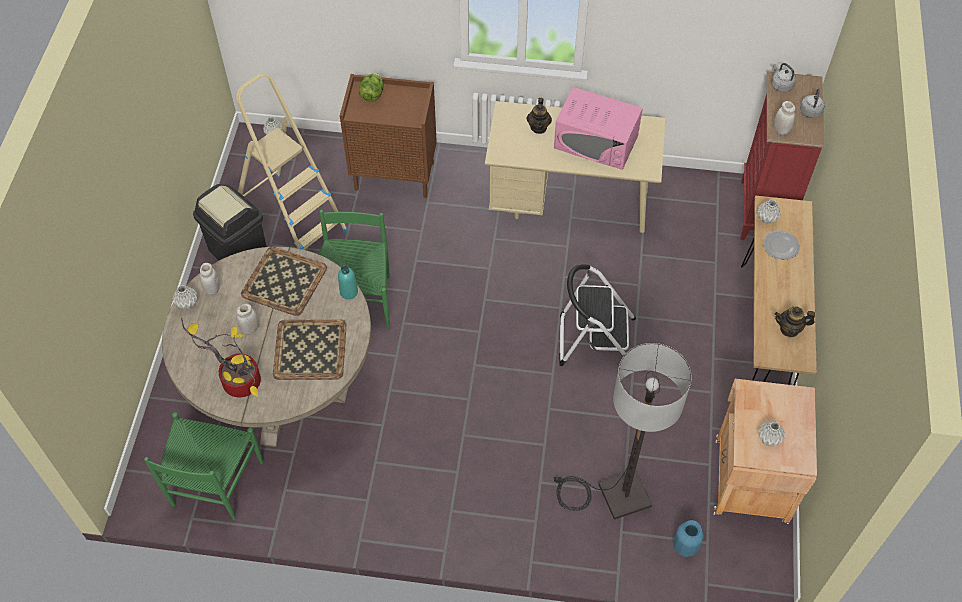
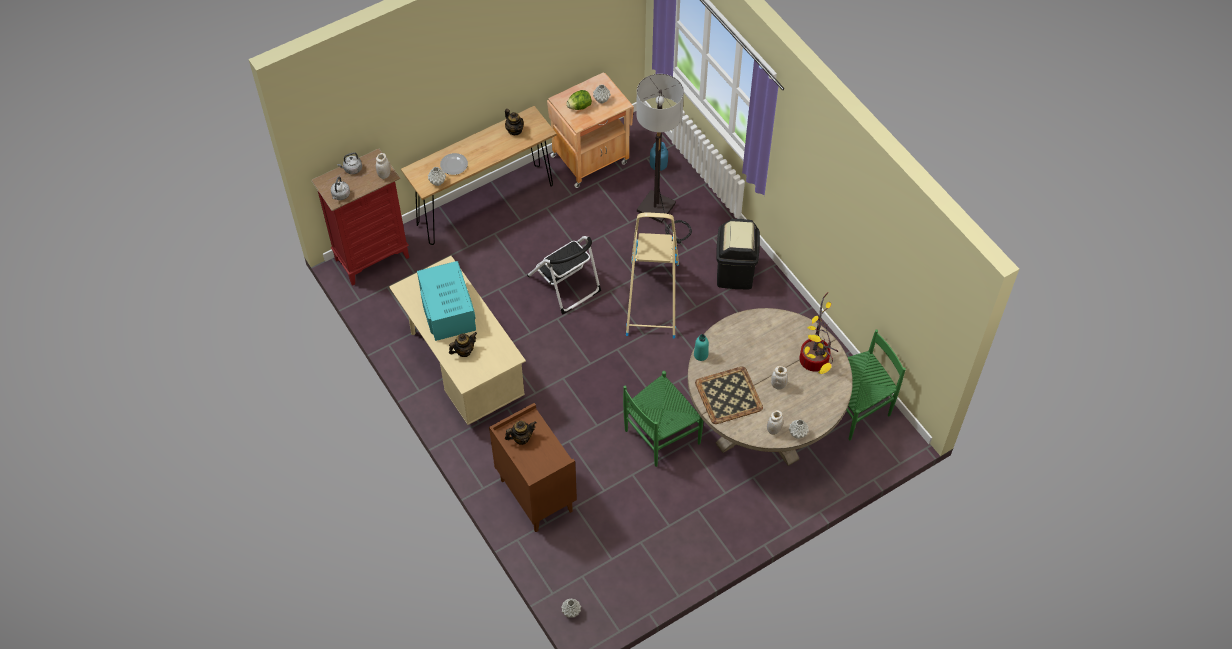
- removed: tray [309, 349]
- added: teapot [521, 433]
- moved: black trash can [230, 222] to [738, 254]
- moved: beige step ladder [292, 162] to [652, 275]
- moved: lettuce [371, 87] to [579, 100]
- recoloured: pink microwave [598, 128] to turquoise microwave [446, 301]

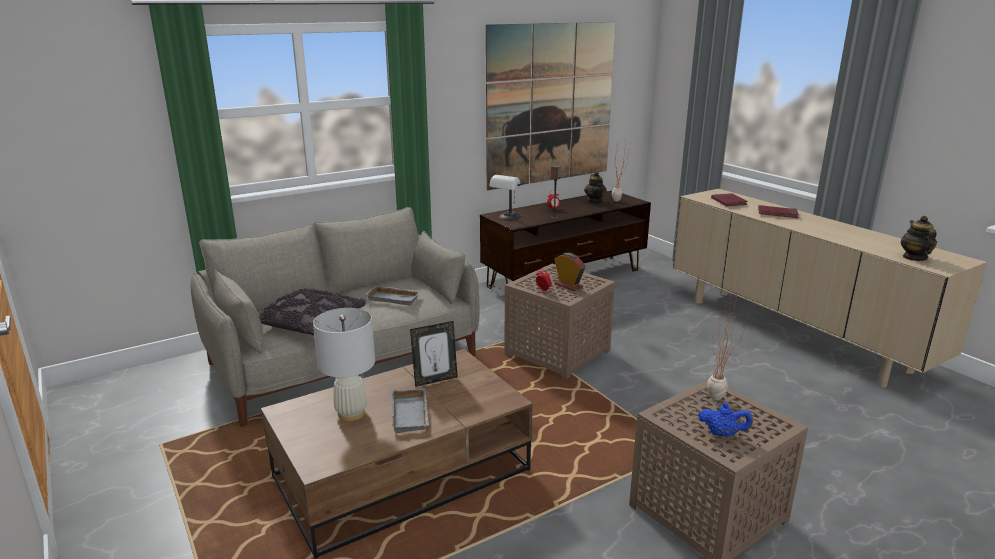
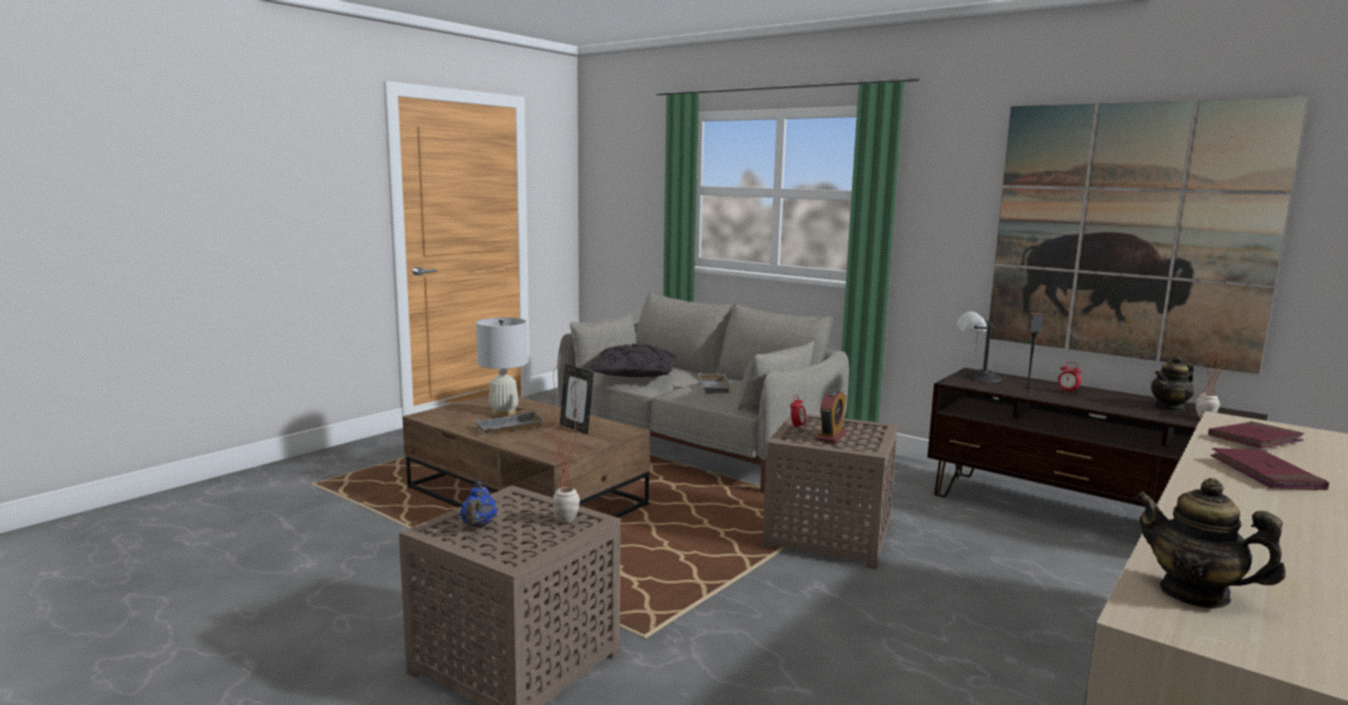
- turned: teapot [919, 238] = [1210, 543] 120 degrees counterclockwise

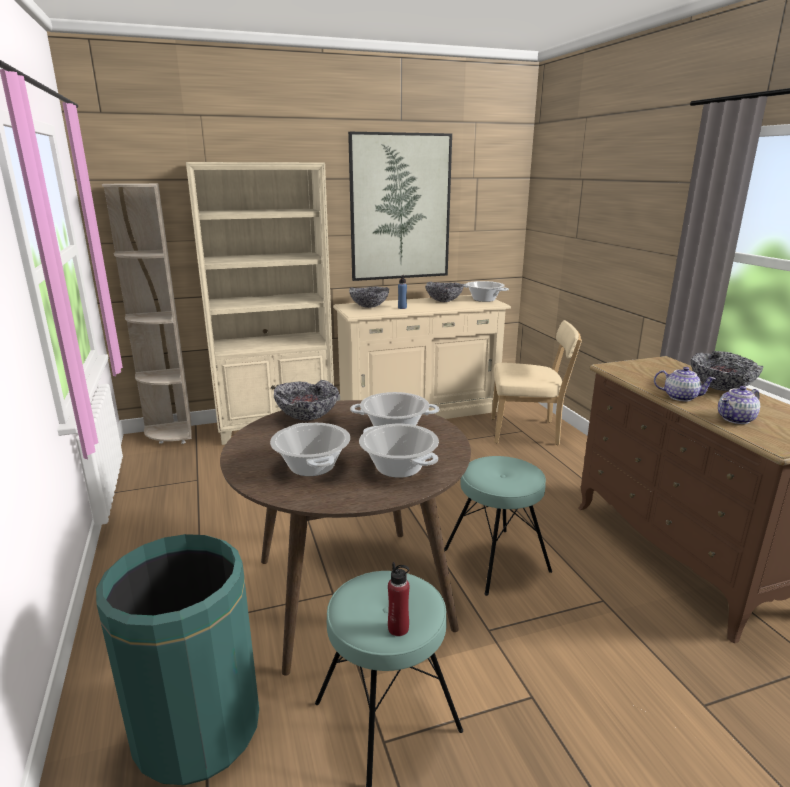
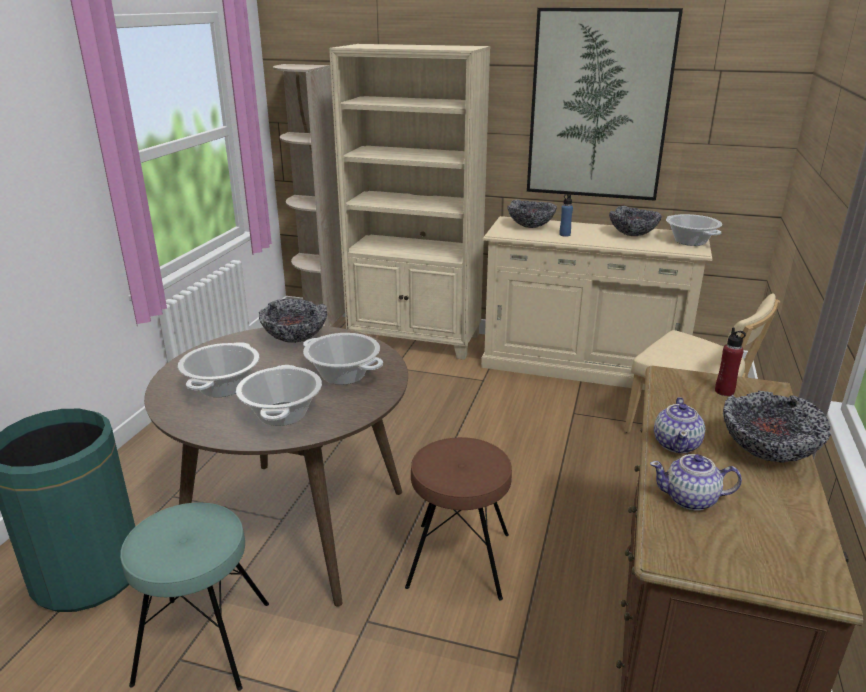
- moved: red bottle [398, 599] to [730, 361]
- recoloured: turquoise stool [498, 526] to brown stool [458, 519]
- turned: teapot [685, 384] = [679, 425] 45 degrees clockwise

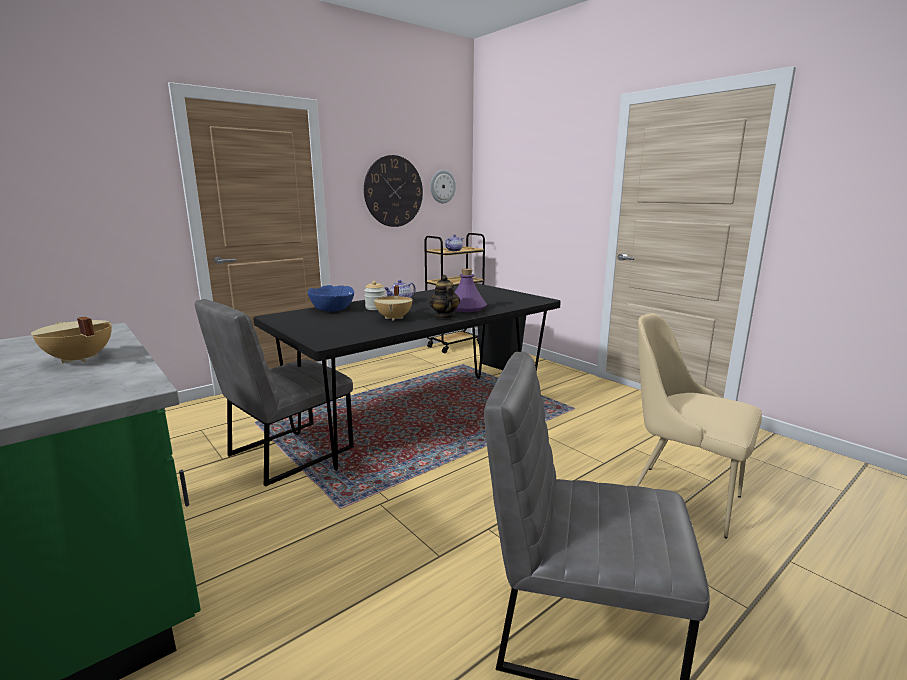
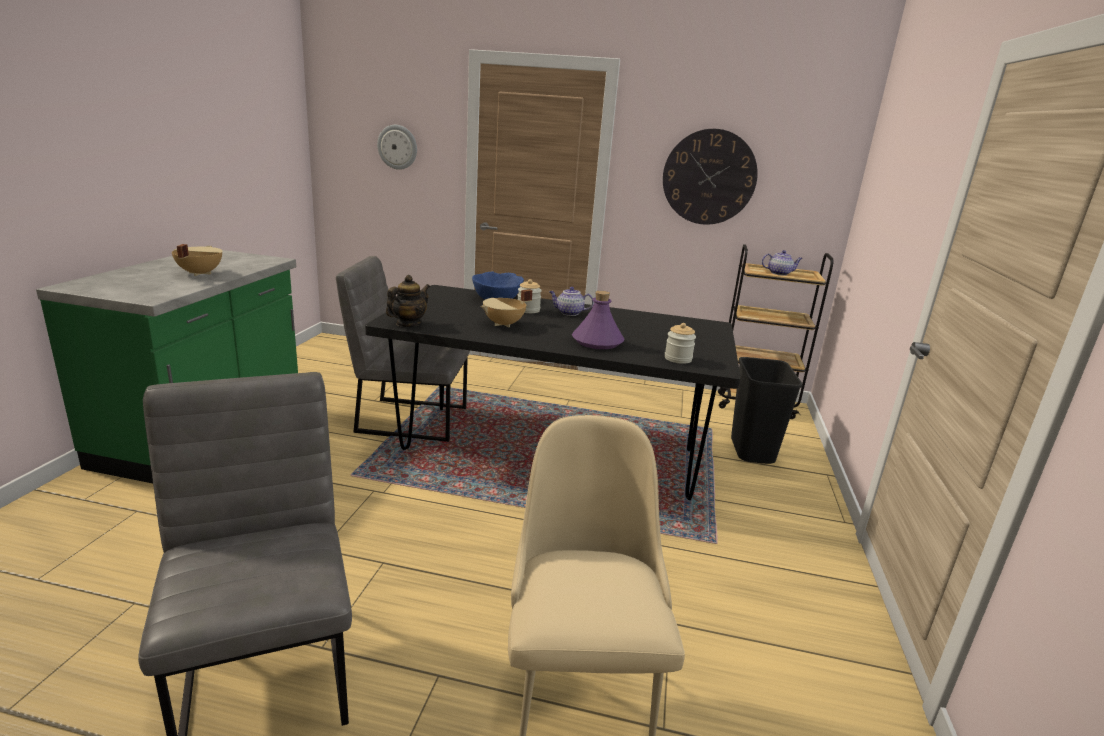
- added: jar [680, 343]
- moved: teapot [444, 297] to [408, 301]
- moved: wall clock [443, 186] to [397, 147]

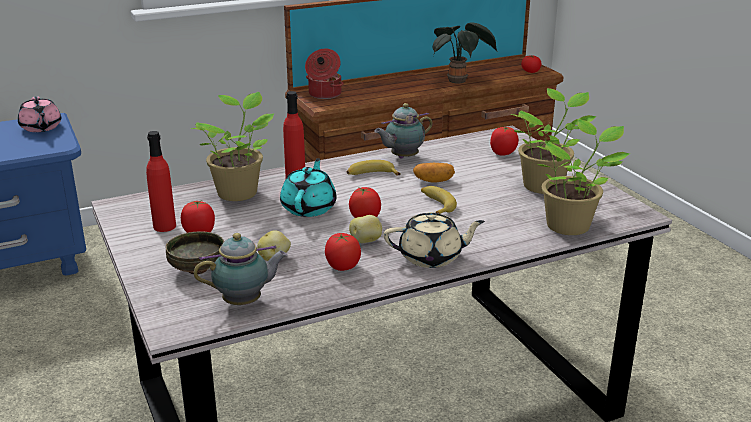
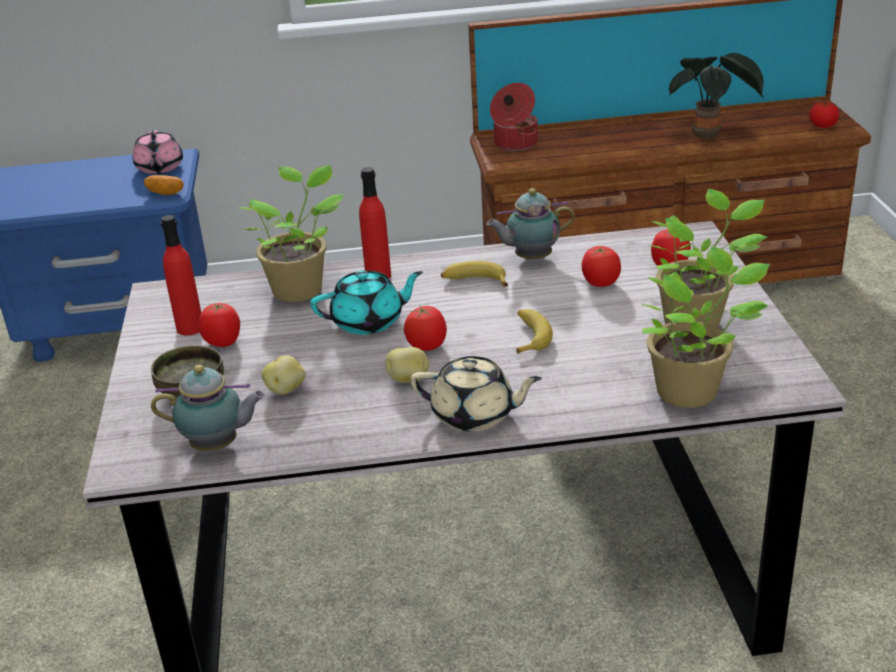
- moved: tomato [343, 252] to [601, 266]
- moved: potato [434, 173] to [164, 185]
- turned: turquoise teapot [308, 187] = [367, 303] 45 degrees clockwise

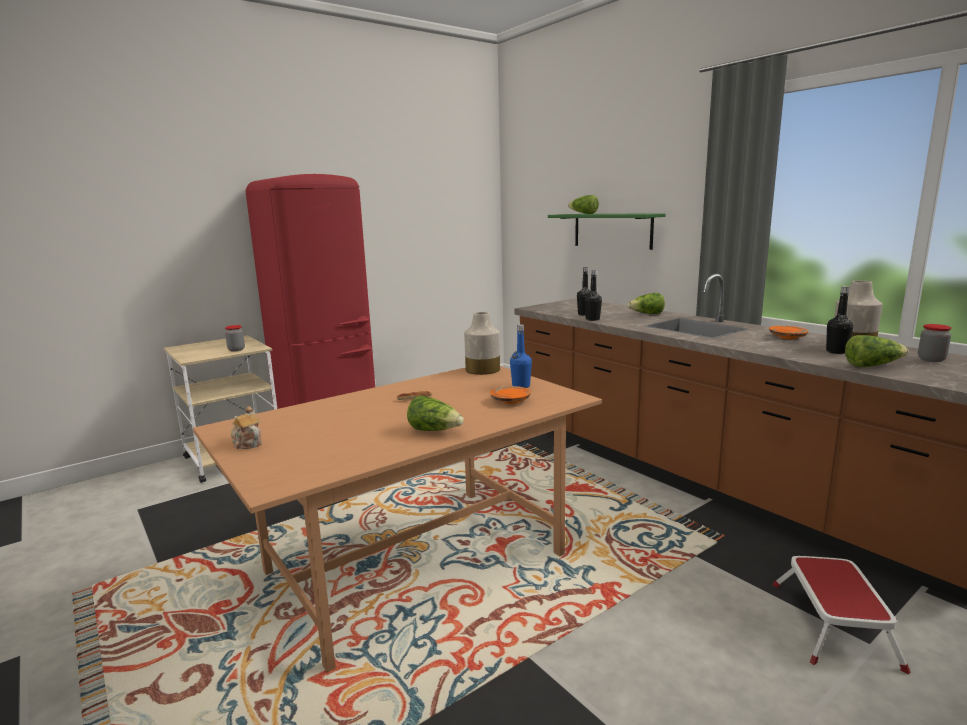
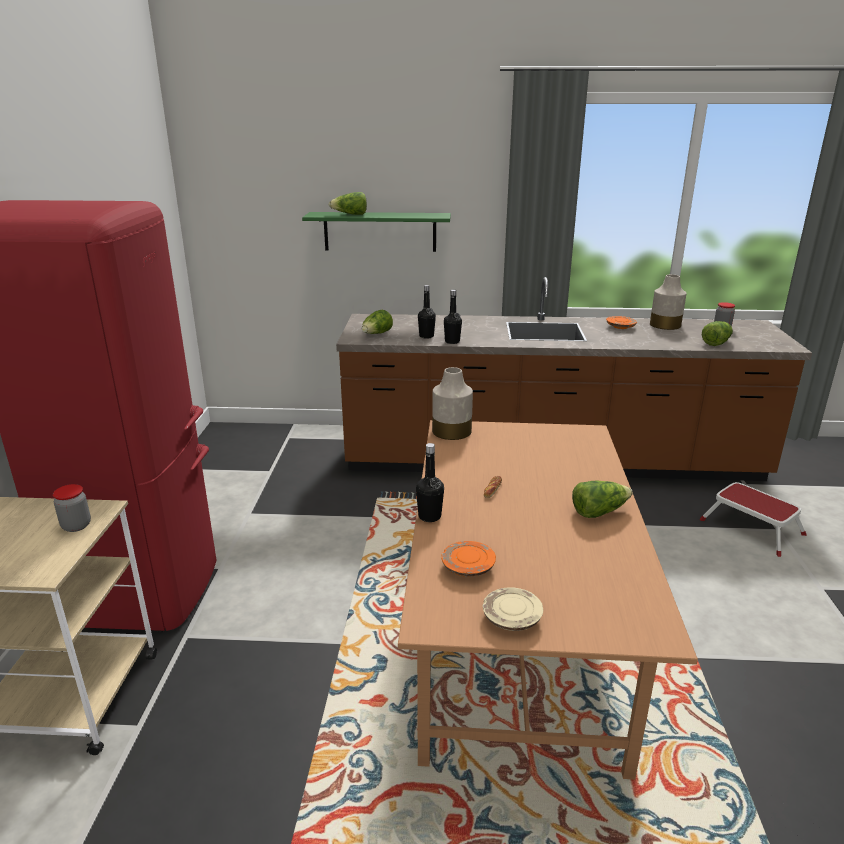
- removed: blue bottle [521, 356]
- moved: orange plate [510, 395] to [468, 559]
- moved: lettuce [646, 303] to [377, 322]
- moved: black bottle [840, 320] to [430, 482]
- replaced: teapot [246, 427] to beige plate [513, 609]

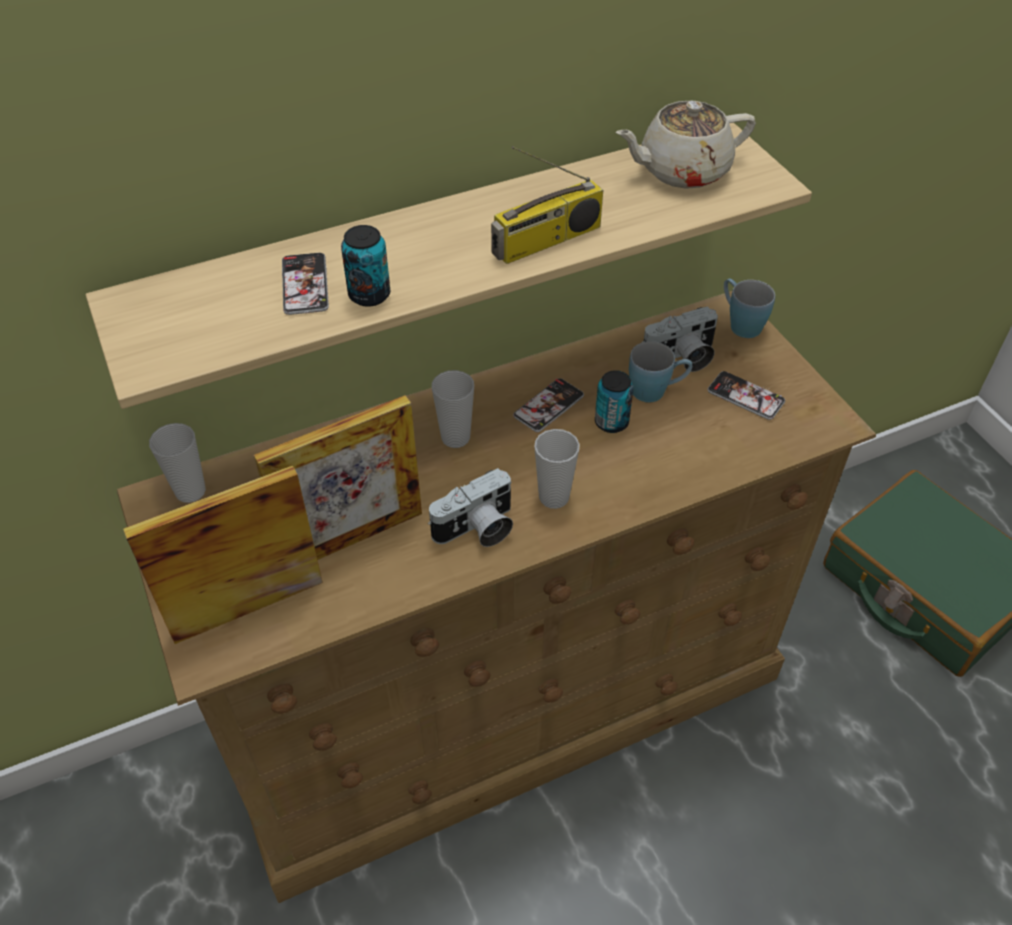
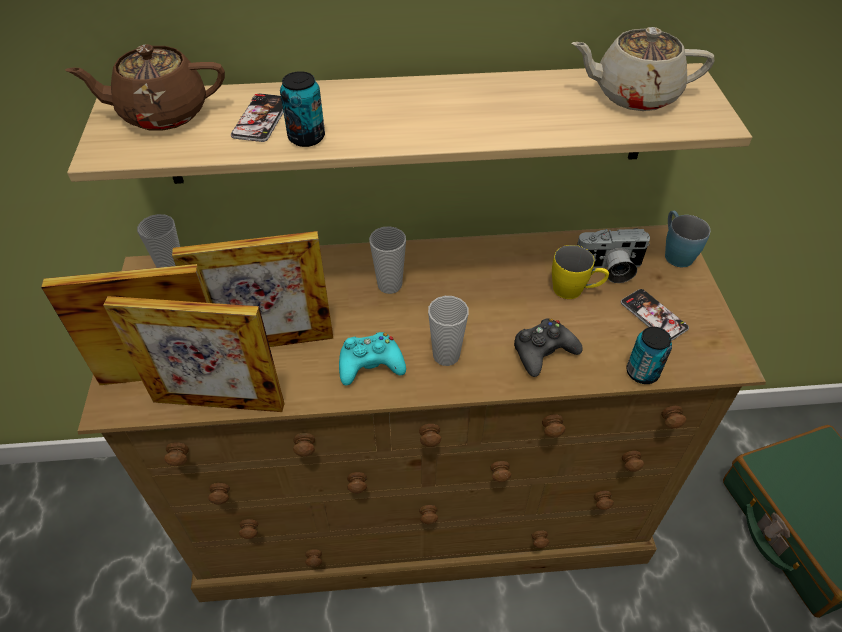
- removed: radio [547, 205]
- removed: phone [548, 405]
- added: brown teapot [145, 88]
- added: picture frame [194, 354]
- added: black game controller [548, 347]
- moved: can [614, 401] to [649, 355]
- replaced: photo camera [470, 507] to turquoise game controller [372, 359]
- recoloured: blue mug [660, 371] to yellow mug [580, 272]

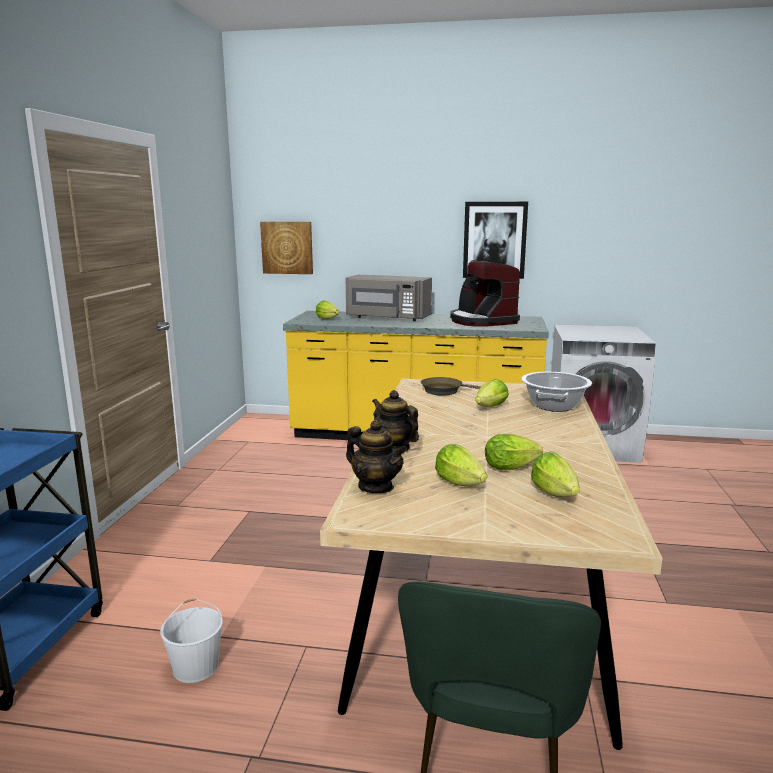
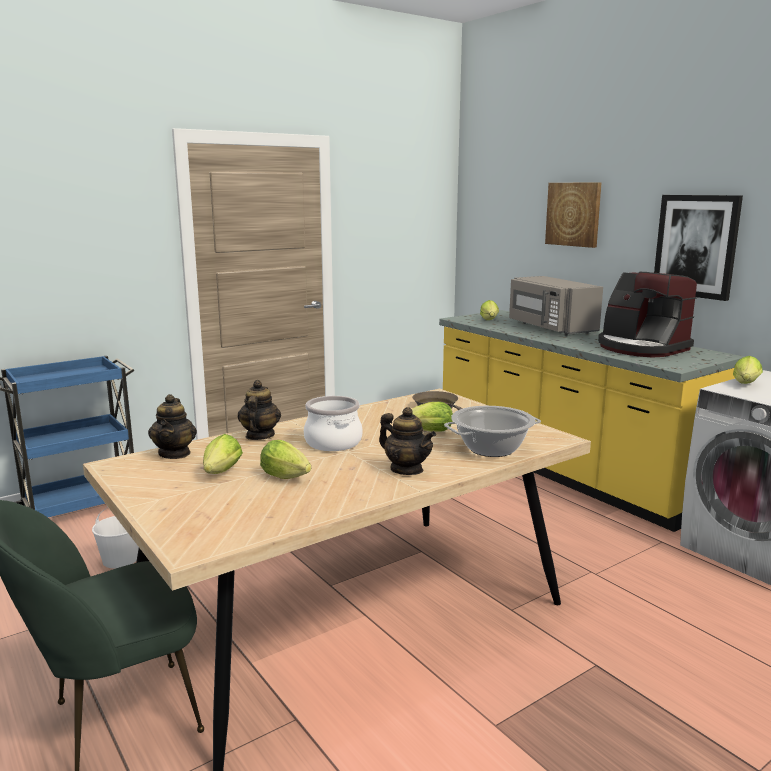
- added: cooking pot [333, 423]
- added: teapot [407, 441]
- moved: picture [286, 248] to [573, 215]
- moved: lettuce [555, 474] to [748, 370]
- turned: coffee machine [485, 293] = [647, 315] 60 degrees counterclockwise

